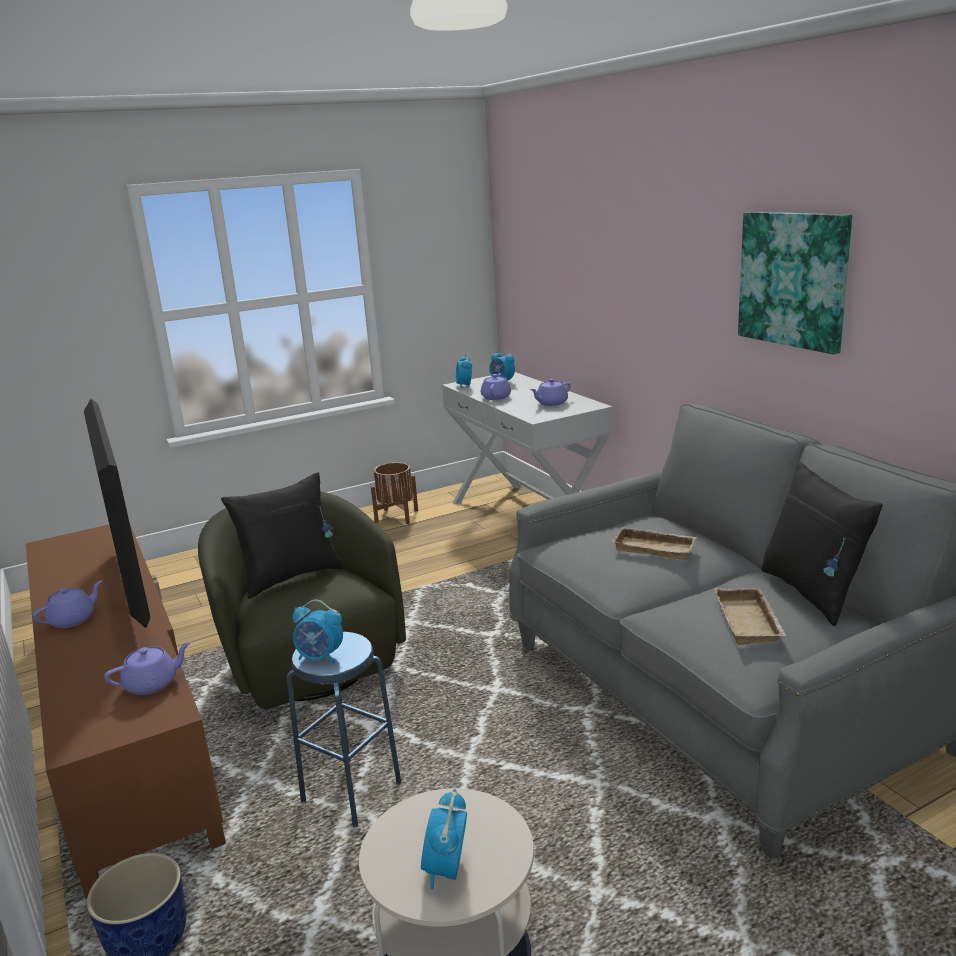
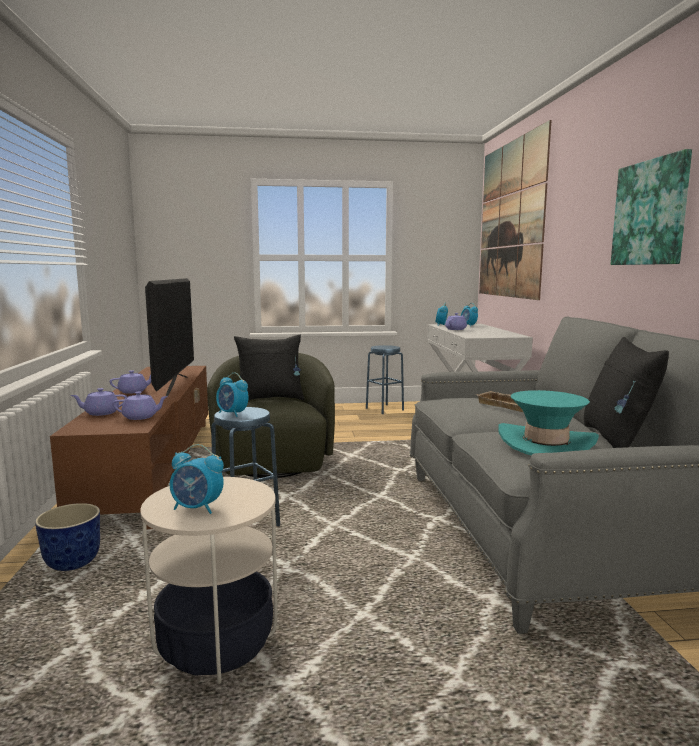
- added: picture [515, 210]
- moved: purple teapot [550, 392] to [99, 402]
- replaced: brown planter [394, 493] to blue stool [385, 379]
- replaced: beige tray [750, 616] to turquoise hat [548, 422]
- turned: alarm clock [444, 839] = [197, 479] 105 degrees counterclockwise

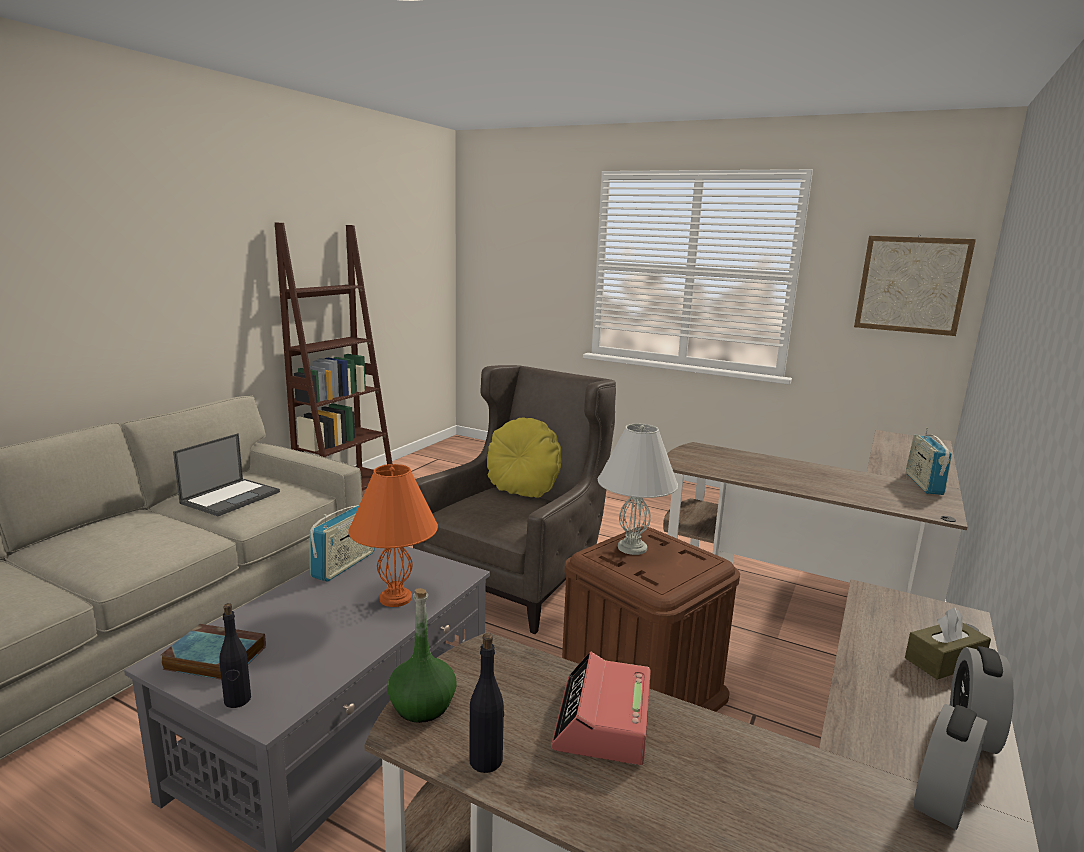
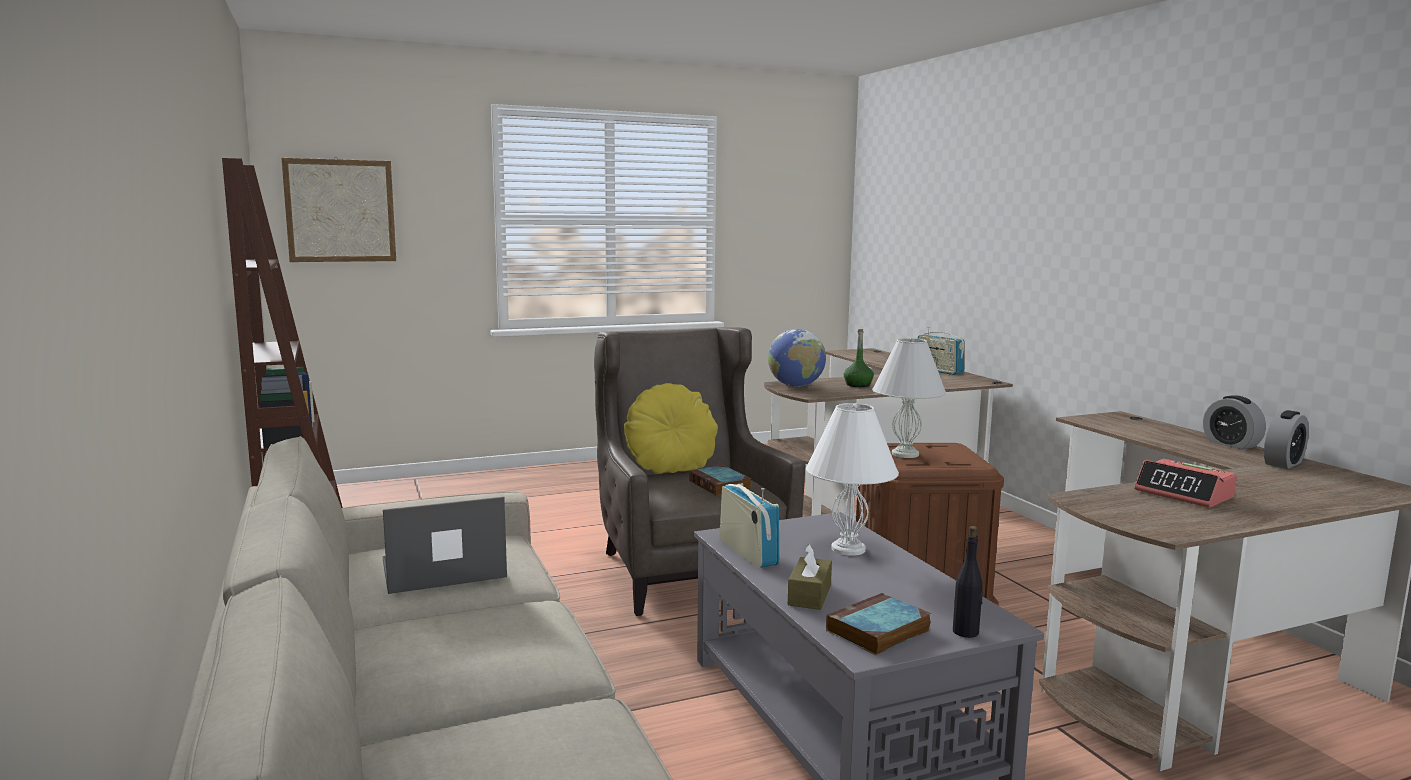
- removed: black bottle [486, 703]
- added: book [720, 480]
- added: globe [797, 358]
- moved: green bottle [422, 655] to [859, 358]
- moved: picture [915, 286] to [338, 210]
- moved: brown tissue box [948, 644] to [810, 577]
- recoloured: orange table lamp [393, 535] to white table lamp [852, 479]
- turned: laptop [226, 474] = [445, 545] 90 degrees counterclockwise
- turned: alarm clock [951, 767] = [1286, 439] 120 degrees counterclockwise

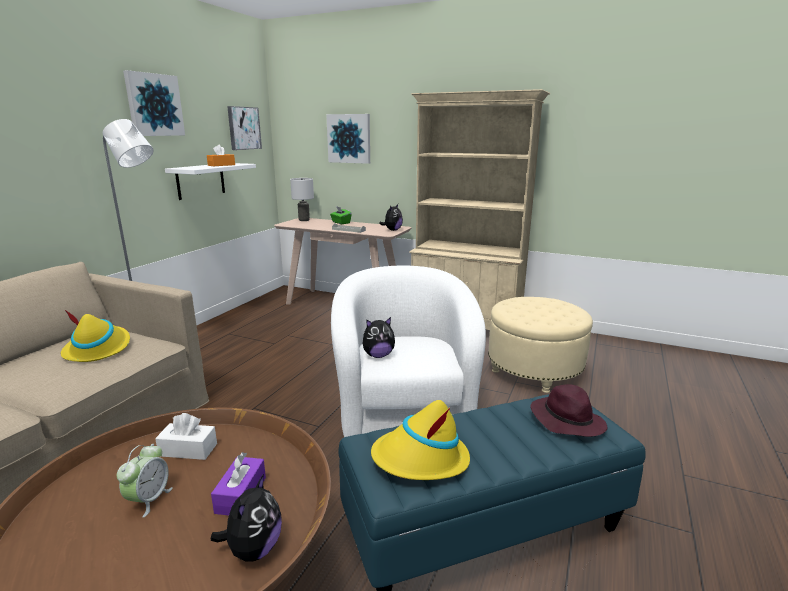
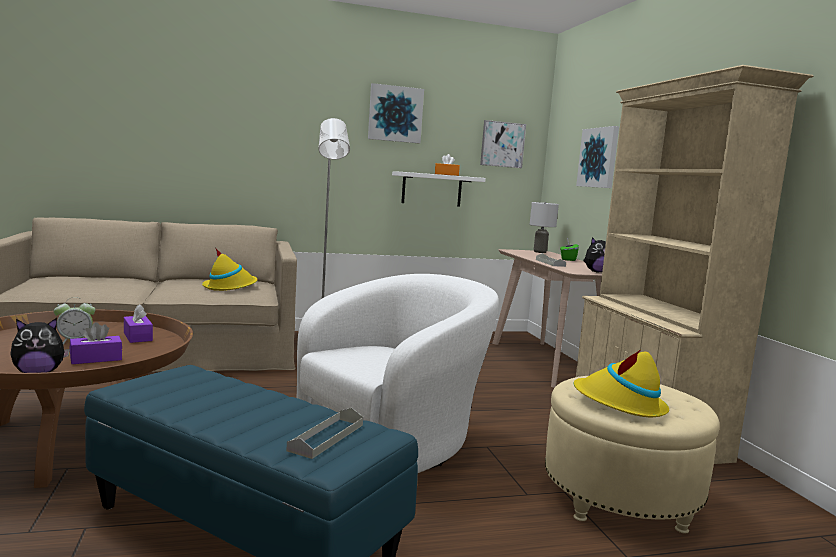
- removed: plush toy [379, 337]
- moved: yellow hat [420, 440] to [621, 383]
- replaced: purple hat [568, 410] to grey tray [325, 433]
- recoloured: white tissue box [186, 436] to purple tissue box [138, 323]

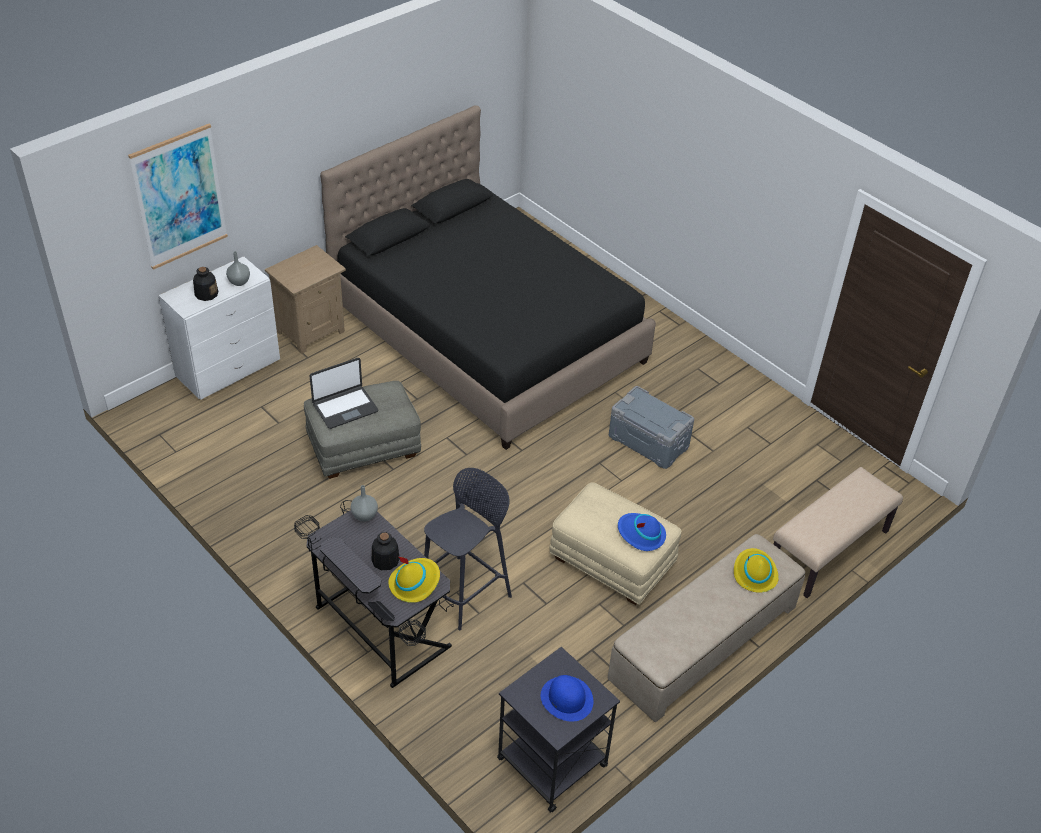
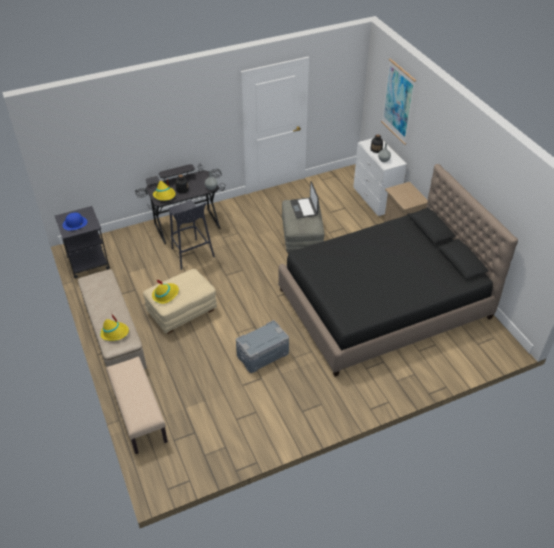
- recoloured: blue hat [642, 532] to yellow hat [165, 291]

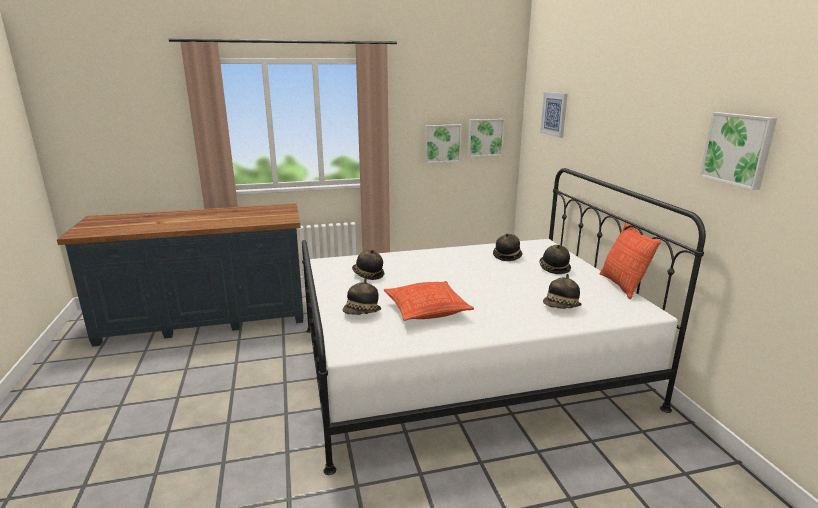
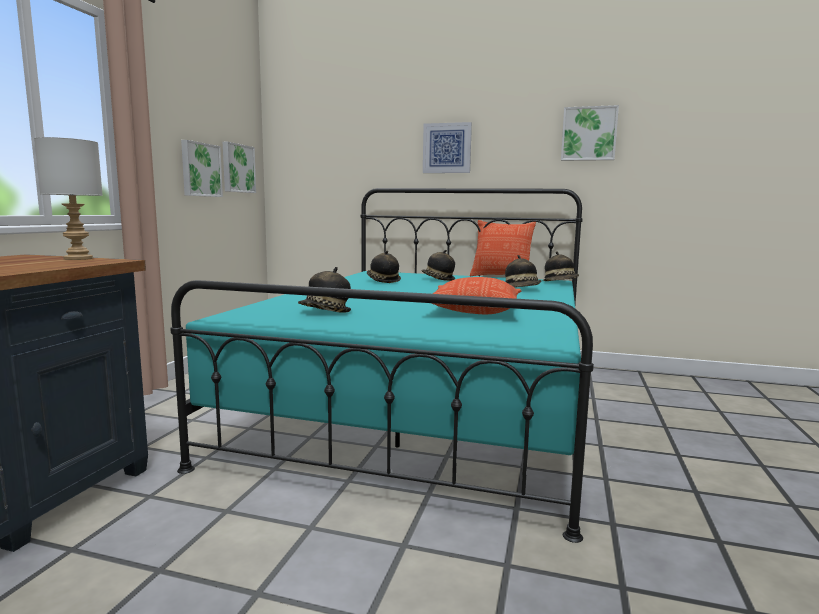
- added: grey table lamp [68, 198]
- moved: hat [361, 297] to [561, 266]
- moved: picture [554, 115] to [447, 147]
- recoloured: white bed [504, 321] to turquoise bed [382, 365]

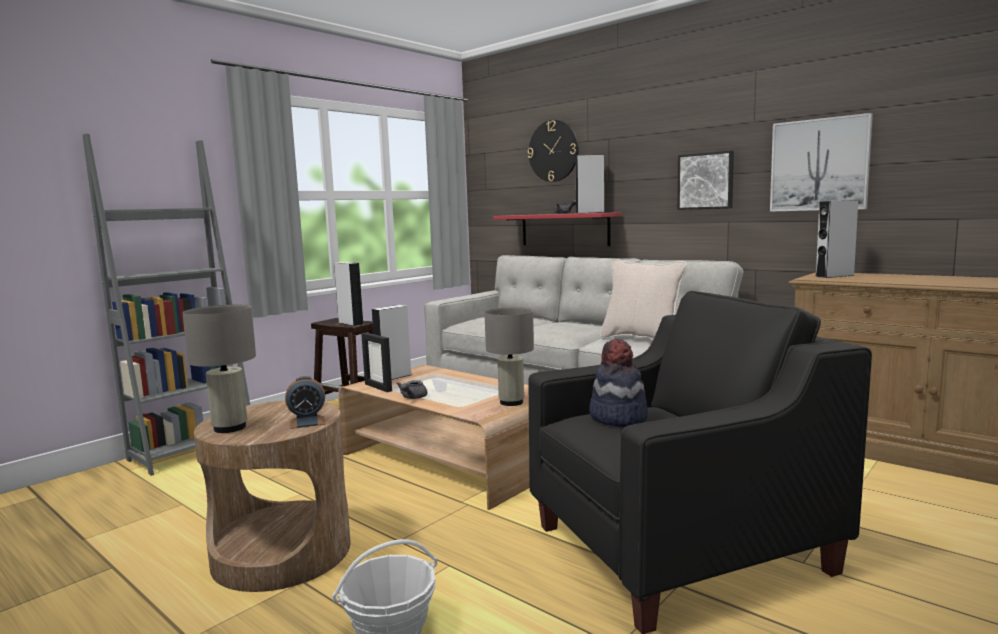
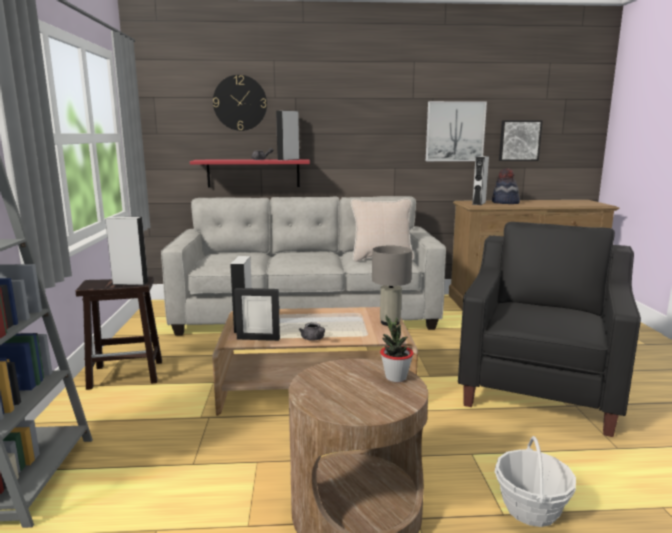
- removed: grey table lamp [219, 369]
- moved: hat [618, 383] to [506, 186]
- moved: picture [705, 180] to [521, 140]
- replaced: alarm clock [305, 402] to potted plant [397, 348]

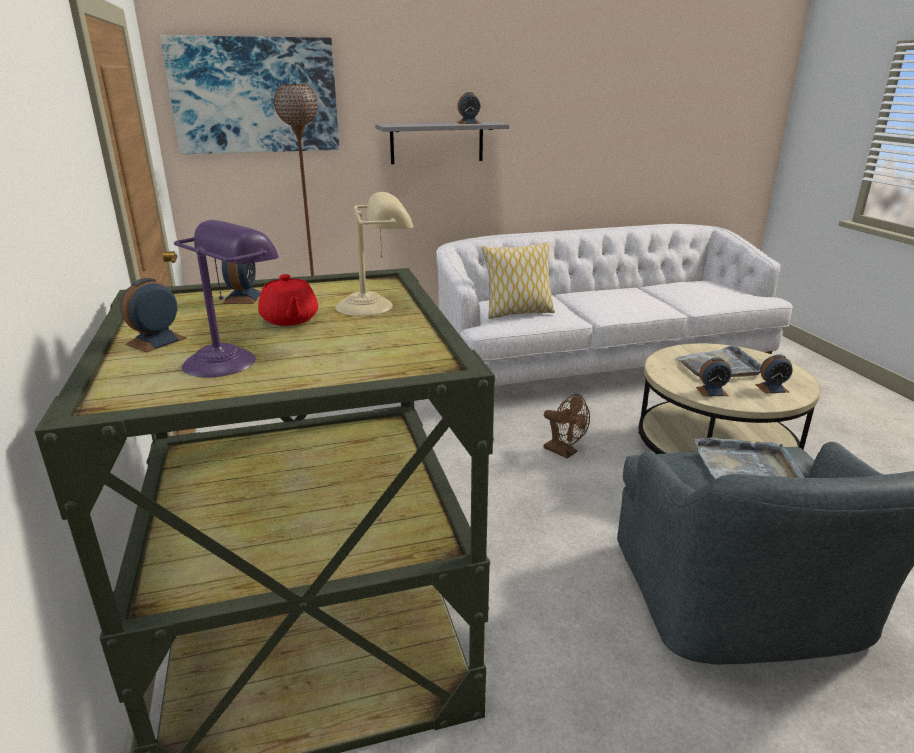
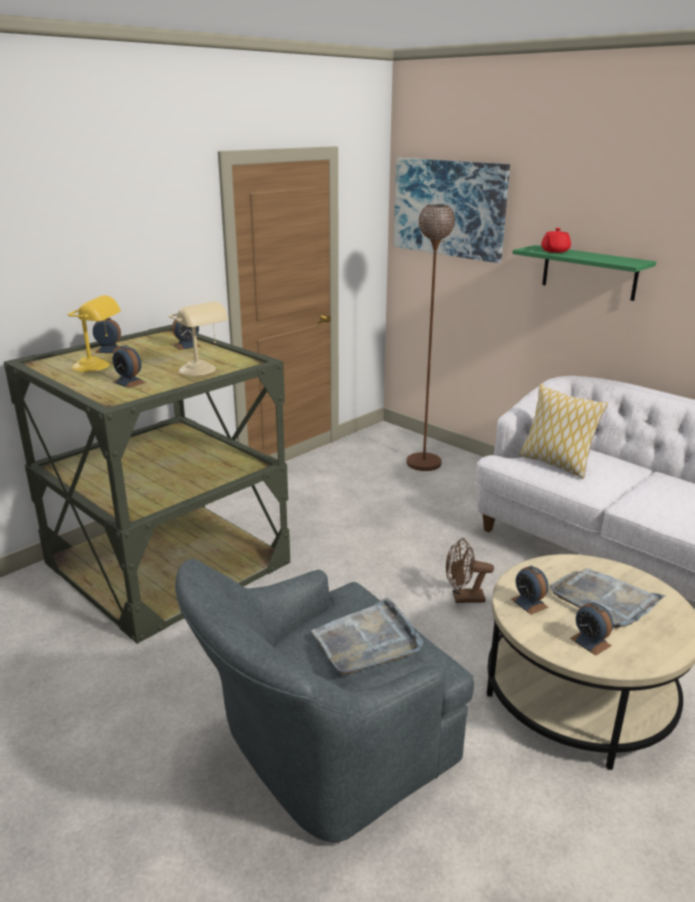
- moved: red teapot [288, 300] to [556, 240]
- moved: alarm clock [469, 108] to [129, 366]
- recoloured: purple table lamp [226, 298] to yellow table lamp [94, 333]
- recoloured: grey shelf [442, 143] to green shelf [584, 273]
- turned: brown fan [567, 426] = [470, 570] 75 degrees clockwise

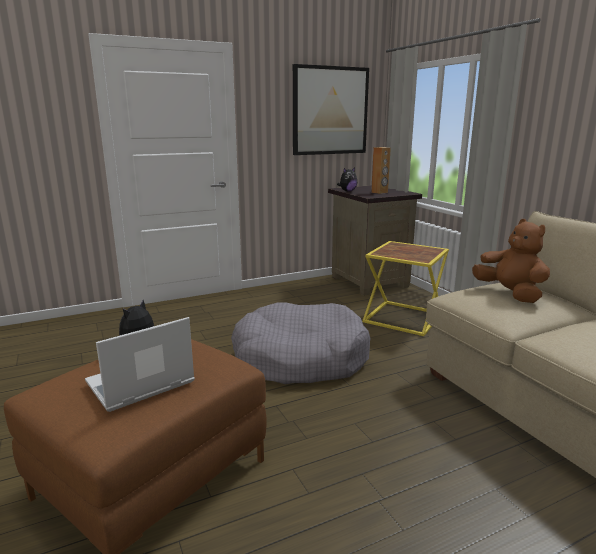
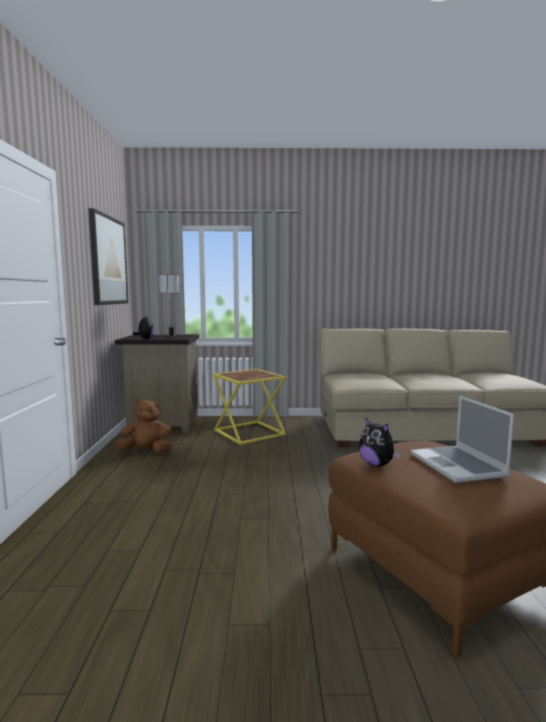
- removed: grey dog bed [301, 343]
- moved: brown plush toy [511, 261] to [143, 426]
- replaced: brown speaker [381, 170] to table lamp [169, 305]

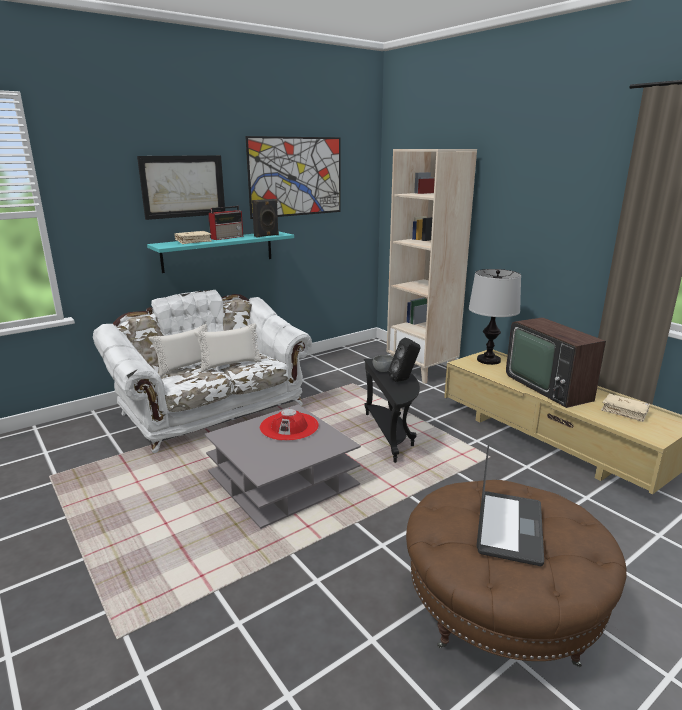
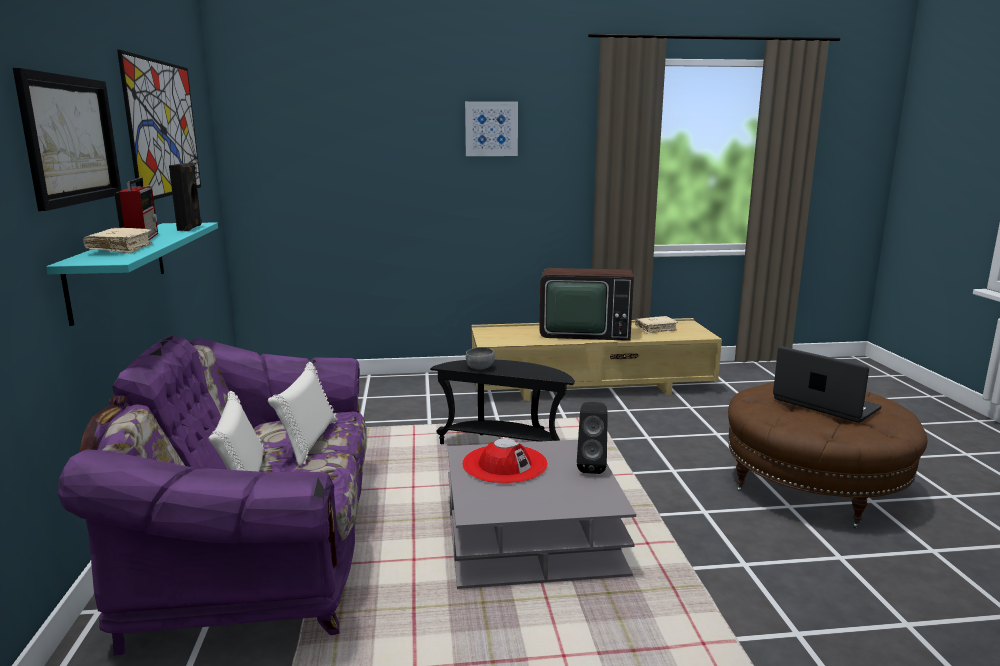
- removed: beige bookcase [432, 266]
- removed: table lamp [495, 317]
- added: picture [491, 128]
- moved: black speaker [404, 360] to [592, 438]
- recoloured: white sofa [202, 371] to purple sofa [212, 495]

